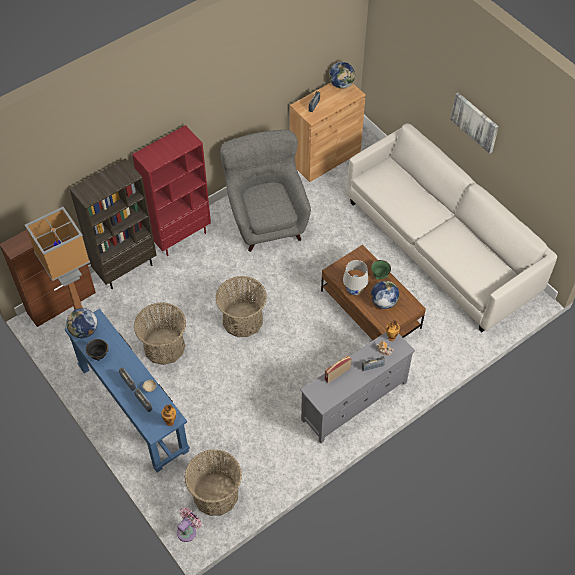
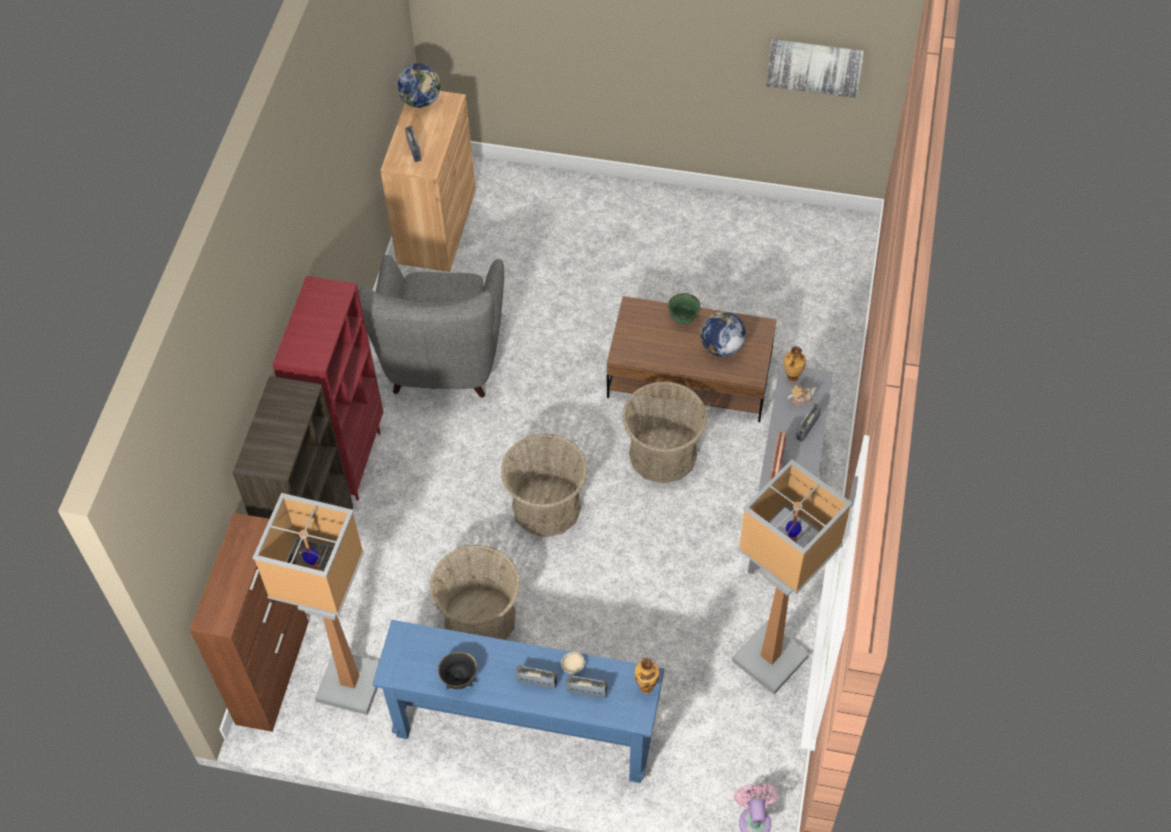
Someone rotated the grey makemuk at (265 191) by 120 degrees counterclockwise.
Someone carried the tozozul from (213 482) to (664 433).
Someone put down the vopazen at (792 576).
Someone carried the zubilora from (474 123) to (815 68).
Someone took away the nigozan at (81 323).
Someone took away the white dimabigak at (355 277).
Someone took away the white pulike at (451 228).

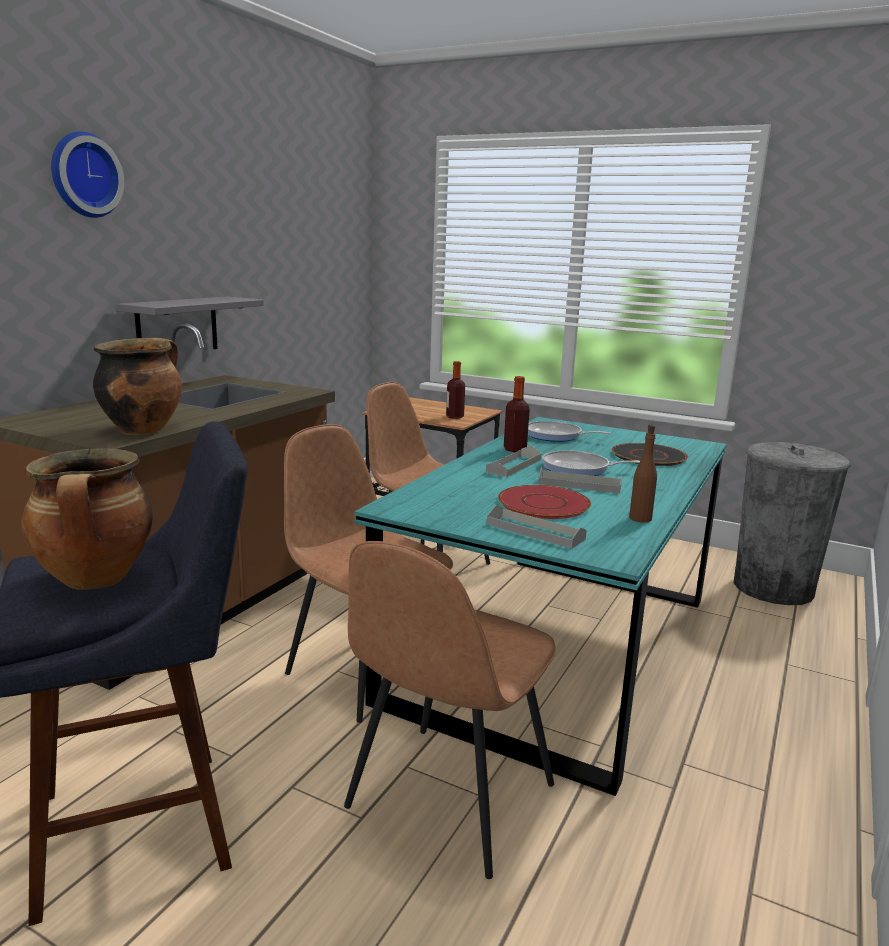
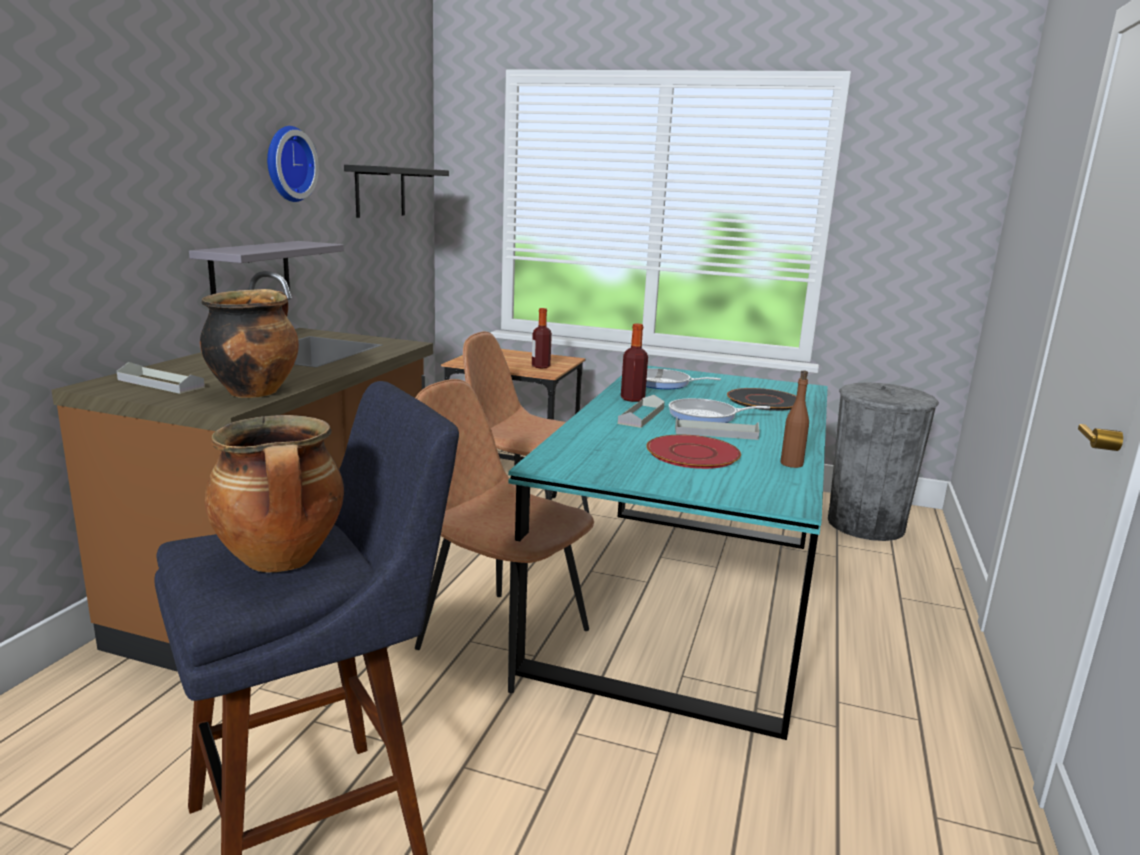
Someone carried the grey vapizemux from (537 527) to (161 378).
Someone carried the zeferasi from (87 174) to (293 164).
Someone put up the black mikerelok at (396 191).
Someone took away the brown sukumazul at (450 710).

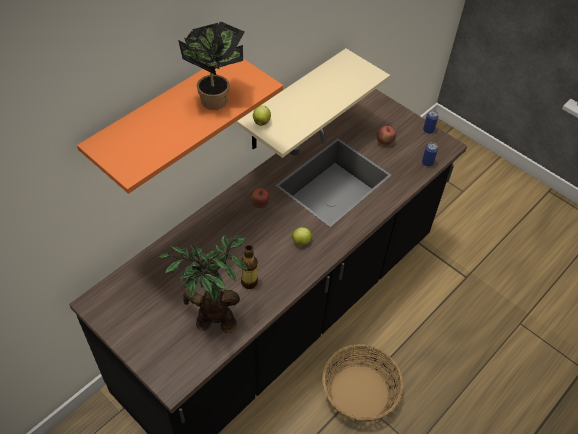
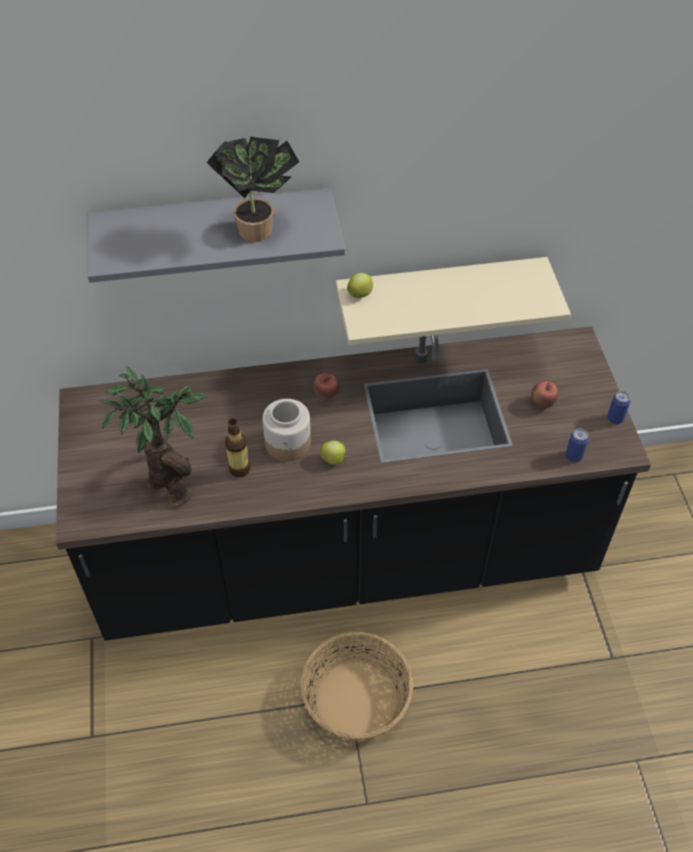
Someone repainted the orange mikerelok at (180 126), which became the grey mikerelok at (216 235).
Someone put down the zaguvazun at (286 430).

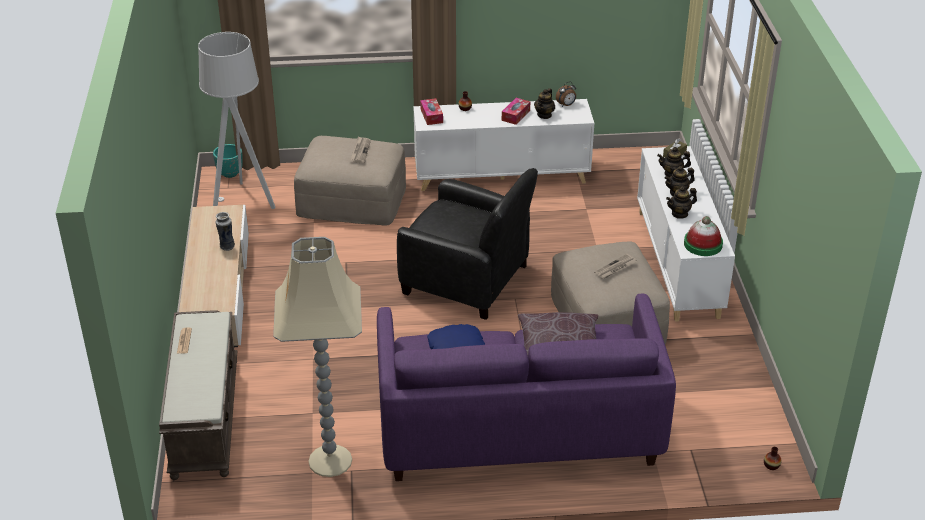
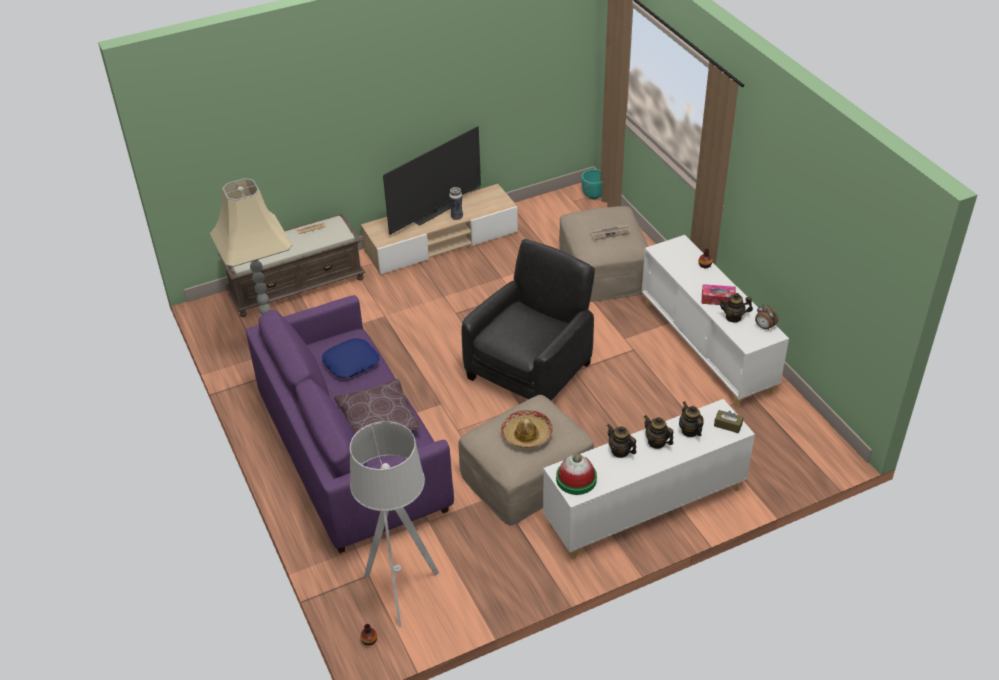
Someone carried the grey vopazen from (236 120) to (394 524).
Someone put down the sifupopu at (432 180).
Someone rotated the black makemuk at (467 244) by 150 degrees counterclockwise.
Someone swapped the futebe at (615 266) for the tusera at (527 429).
Someone took away the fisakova at (431 111).

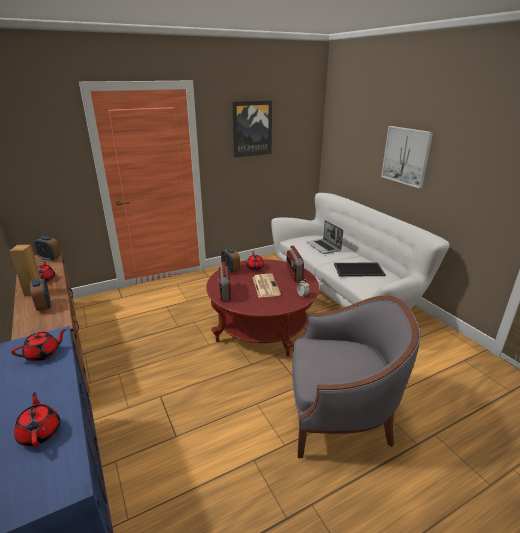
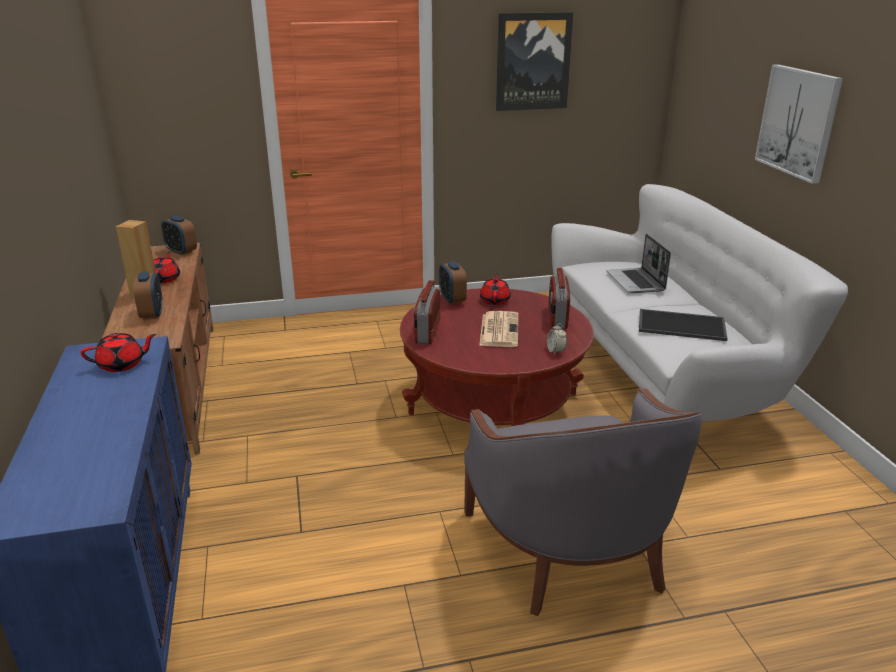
Someone rotated the grey makemuk at (356 376) by 60 degrees clockwise.
Someone took away the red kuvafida at (37 419).

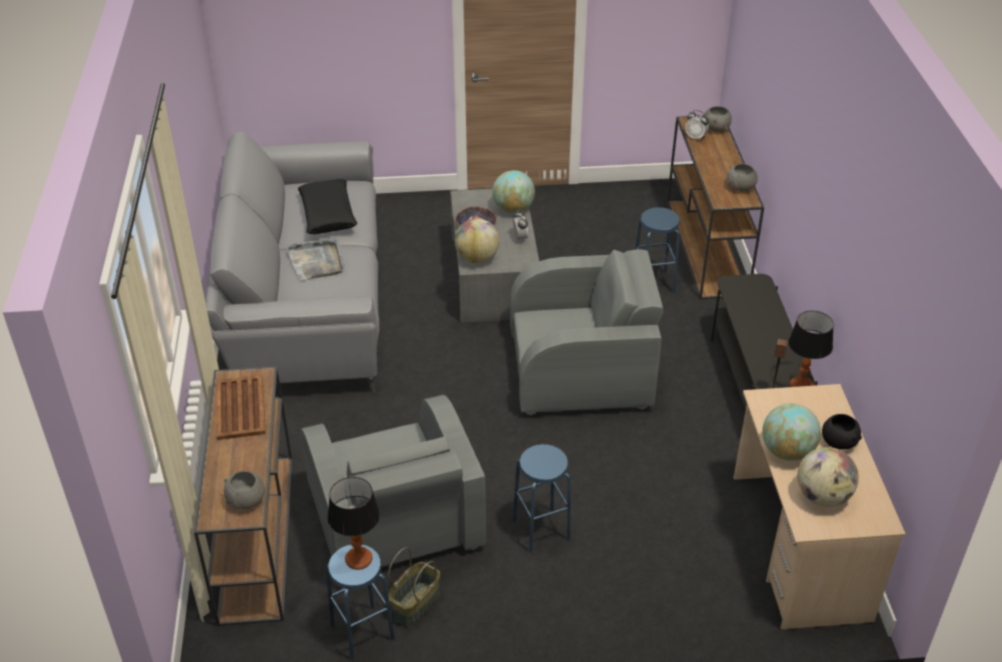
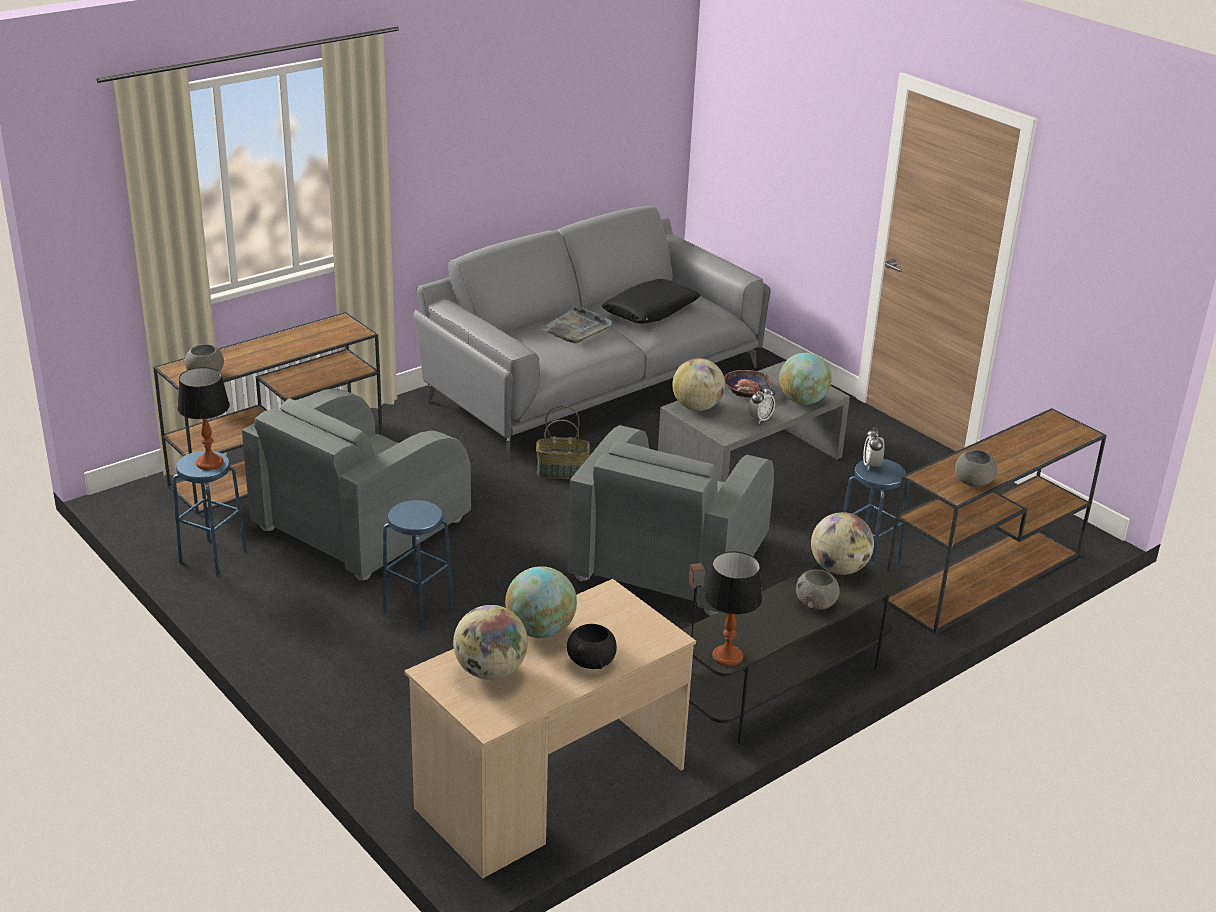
Someone carried the tozozul from (414 587) to (563 442).
Someone rotated the grey makemuk at (587 332) by 60 degrees clockwise.
Someone carried the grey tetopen from (718 119) to (818 589).
Someone put down the nigozan at (842 543).
Someone carried the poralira from (697 125) to (873 448).
Someone took away the brown vapizemux at (241 407).

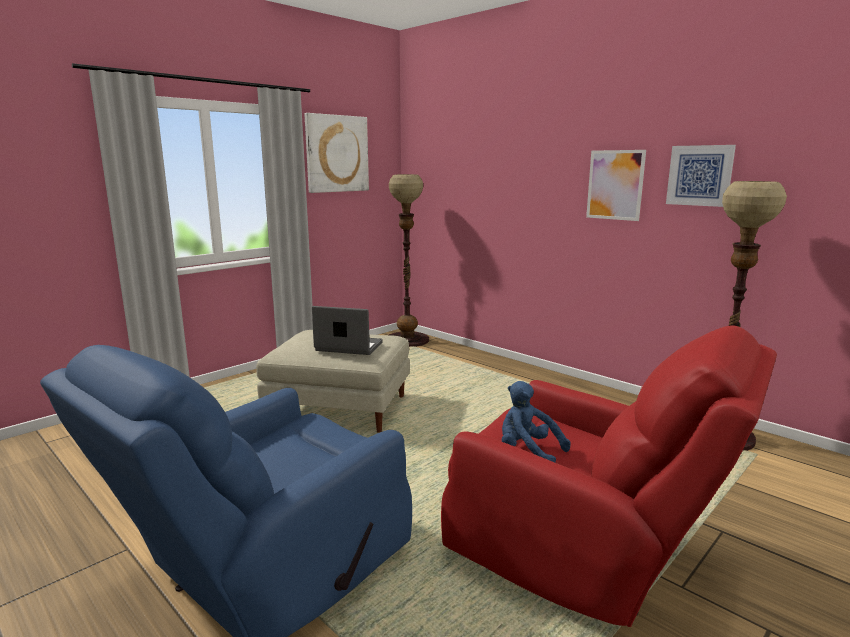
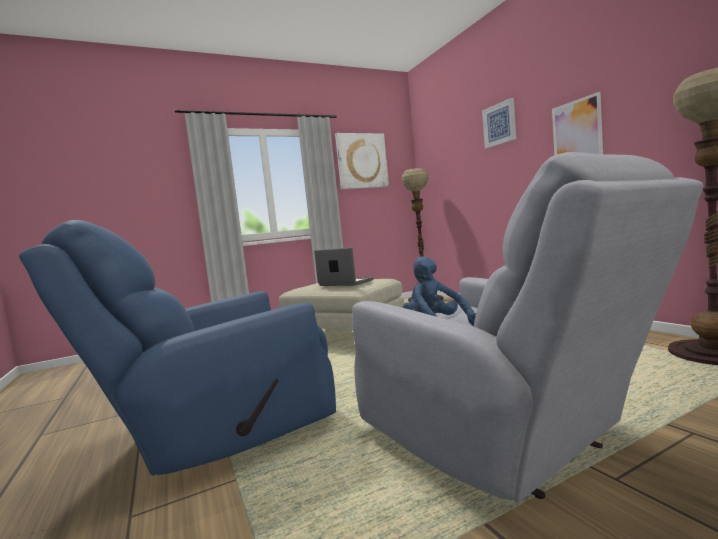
Someone repainted the red makemuk at (609 476), which became the grey makemuk at (528 327).
Someone carried the zubilora from (701 176) to (499 123).

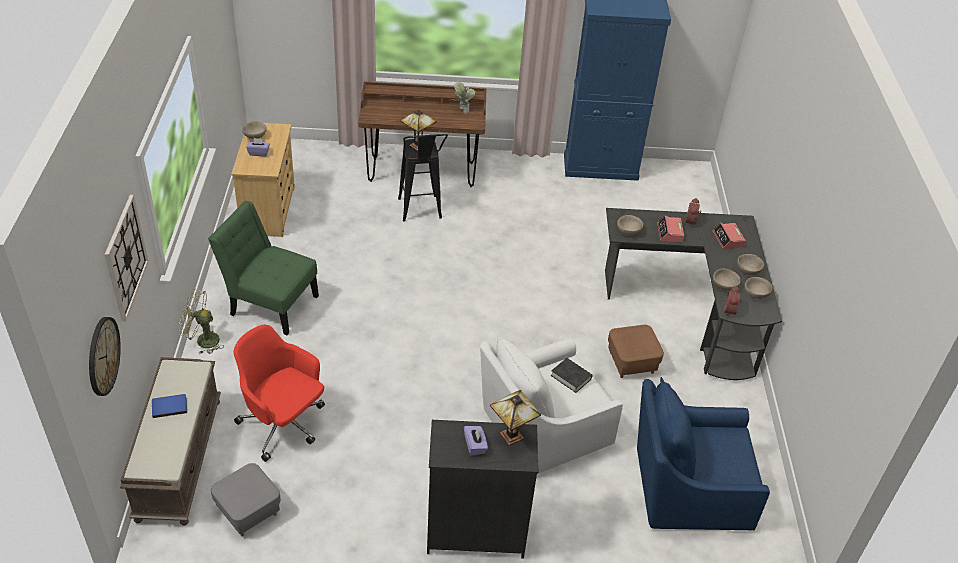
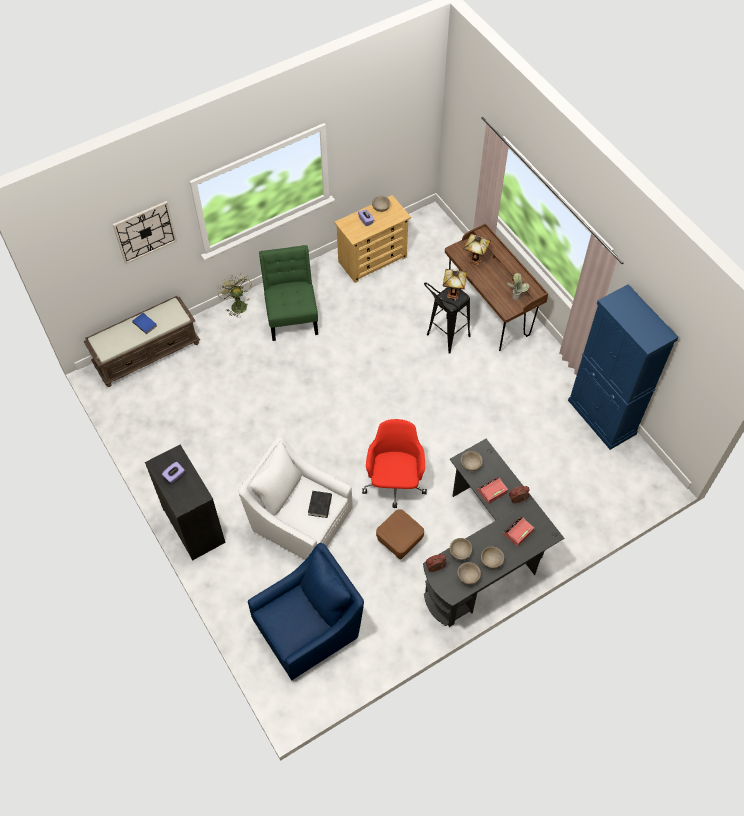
Someone rotated the blue makemuk at (703 453) by 90 degrees clockwise.
Someone carried the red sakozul from (279 393) to (394 463).
Someone carried the dimabigak from (515 417) to (477 250).
Someone took away the zeferasi at (105 356).
Someone took away the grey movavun at (246 499).

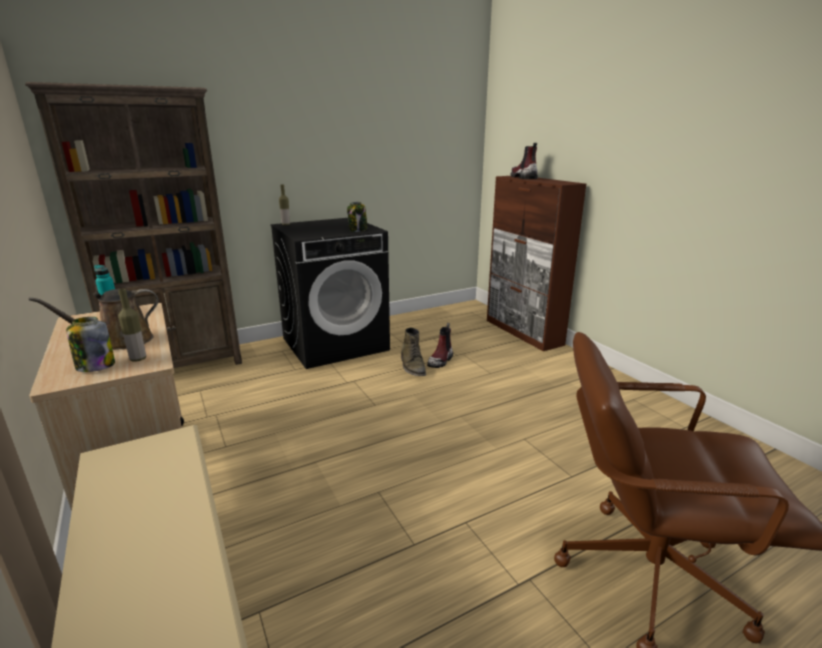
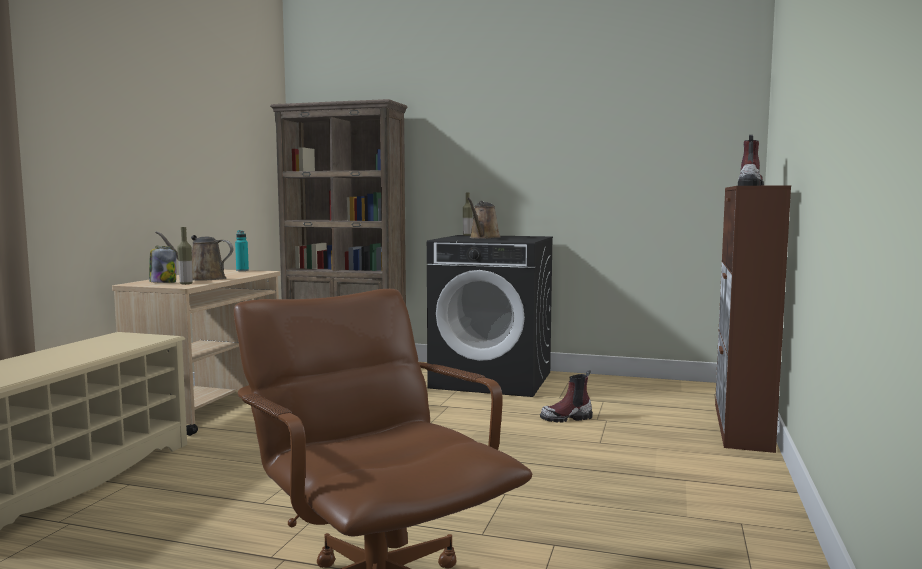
Someone put down the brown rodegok at (484 218).
Someone took away the zaguvazun at (357 217).
Someone took away the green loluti at (413 352).

